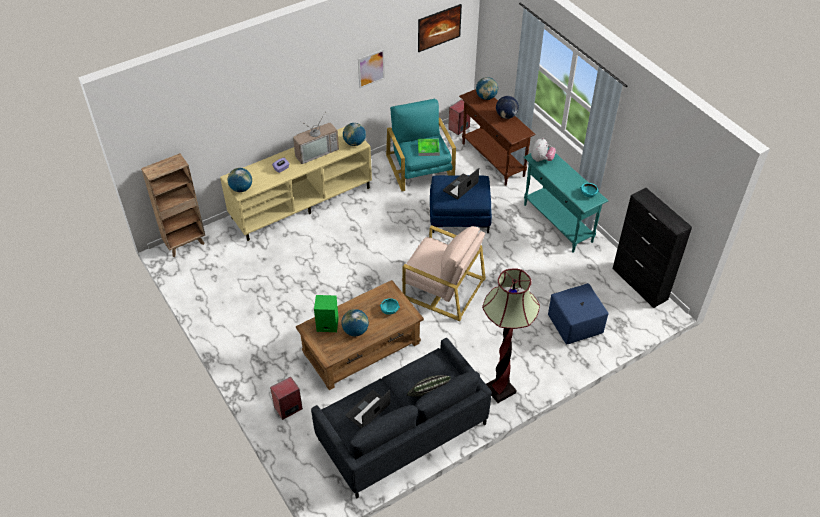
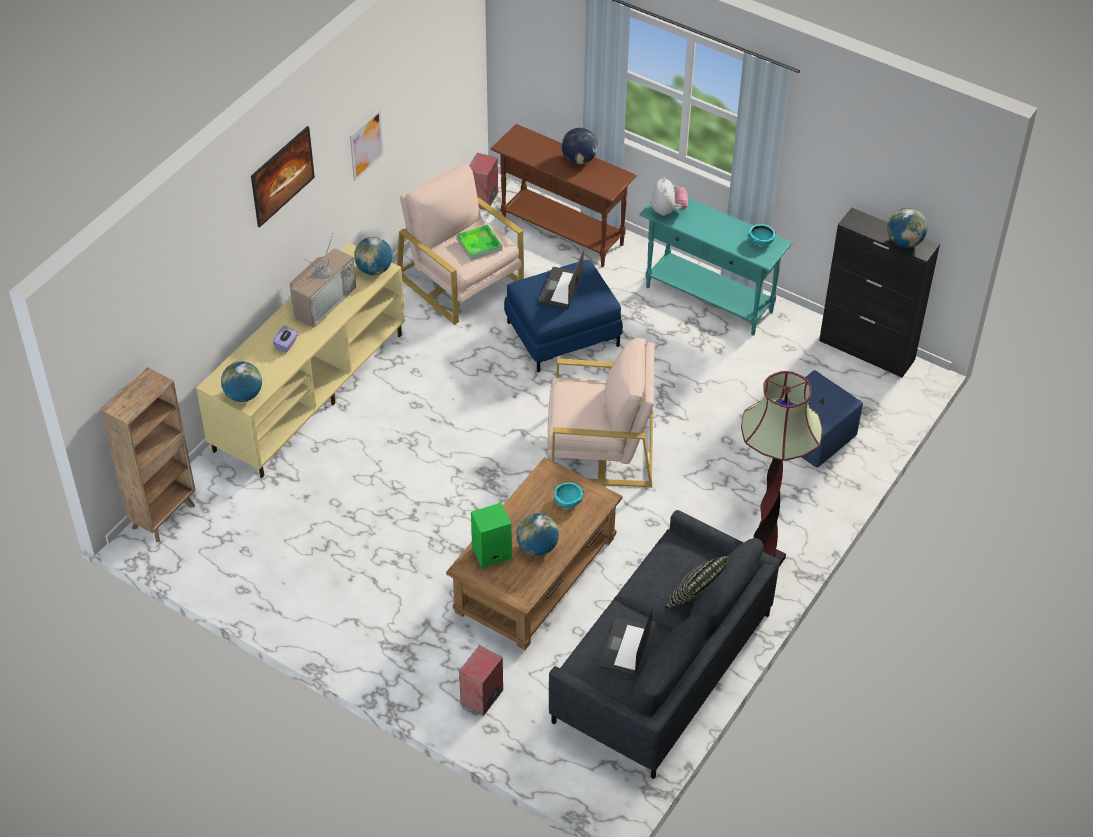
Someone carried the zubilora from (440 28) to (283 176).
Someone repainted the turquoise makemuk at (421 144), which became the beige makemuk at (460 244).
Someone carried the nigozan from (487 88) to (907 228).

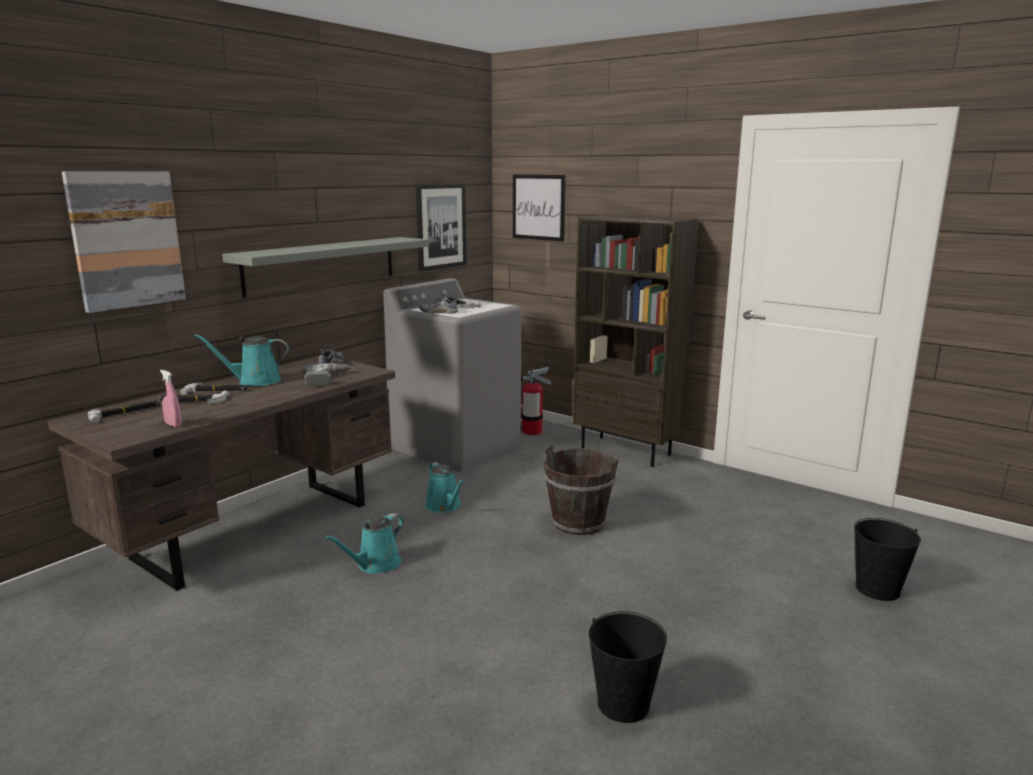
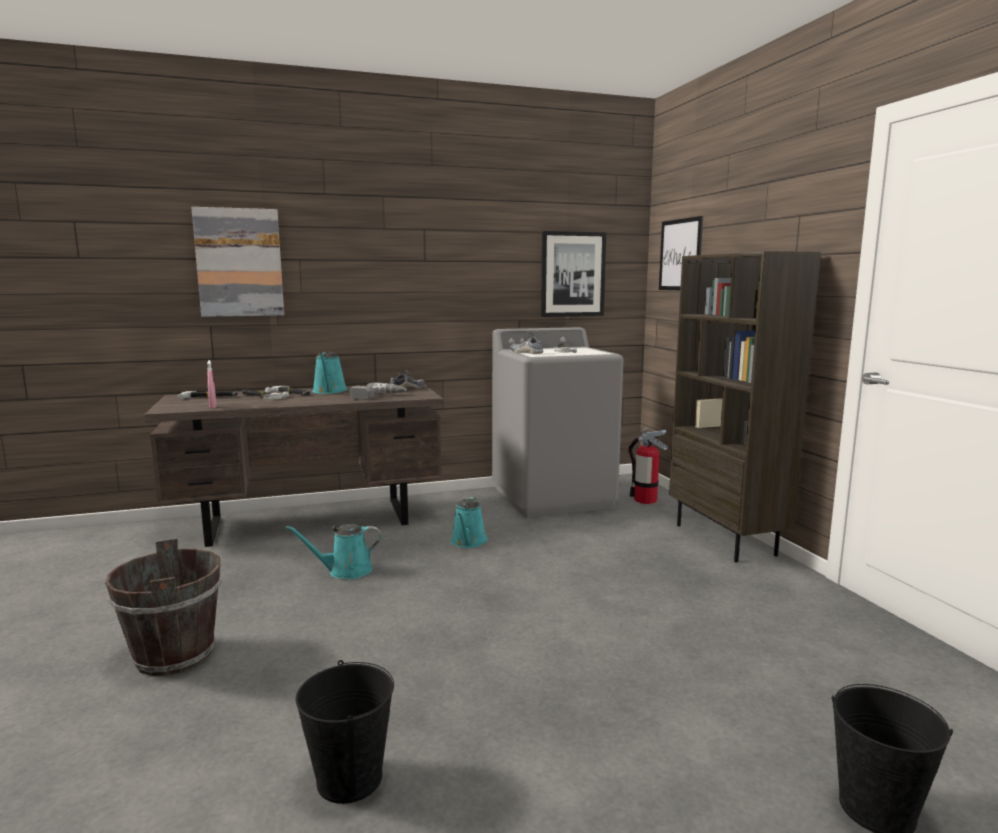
Someone carried the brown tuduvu from (581 490) to (163 607).
Someone rotated the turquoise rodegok at (241 360) by 120 degrees counterclockwise.
Someone took away the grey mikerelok at (325 267).

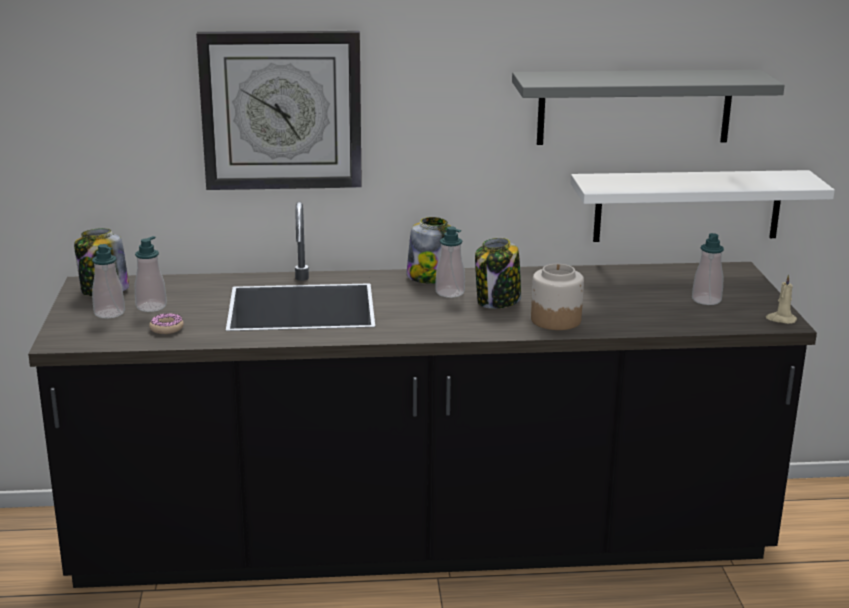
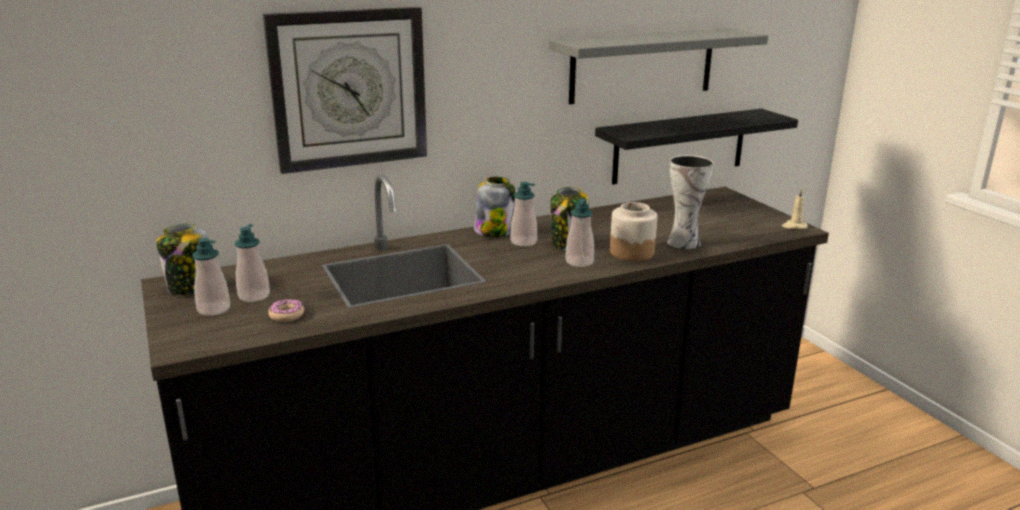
Someone carried the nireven from (708 269) to (579 233).
Someone repainted the white mikerelok at (703 206), which became the black mikerelok at (696 147).
Someone put down the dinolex at (690 202).

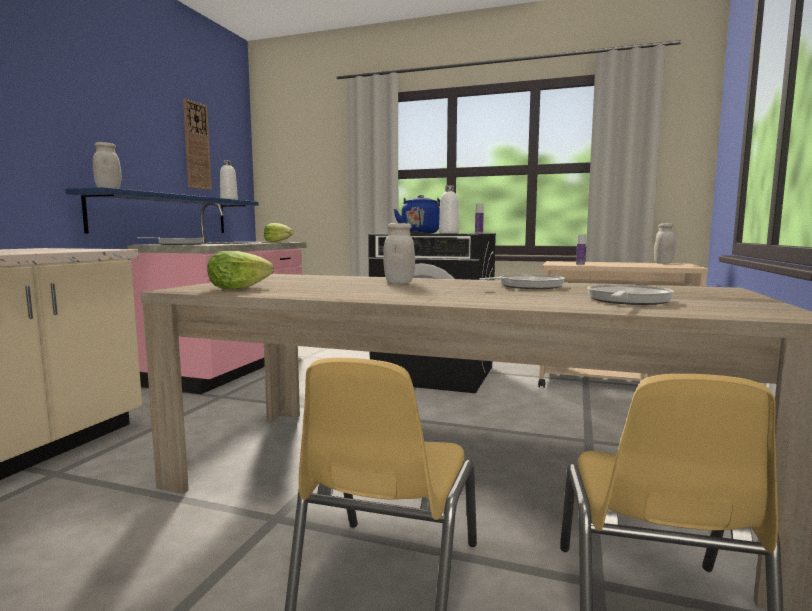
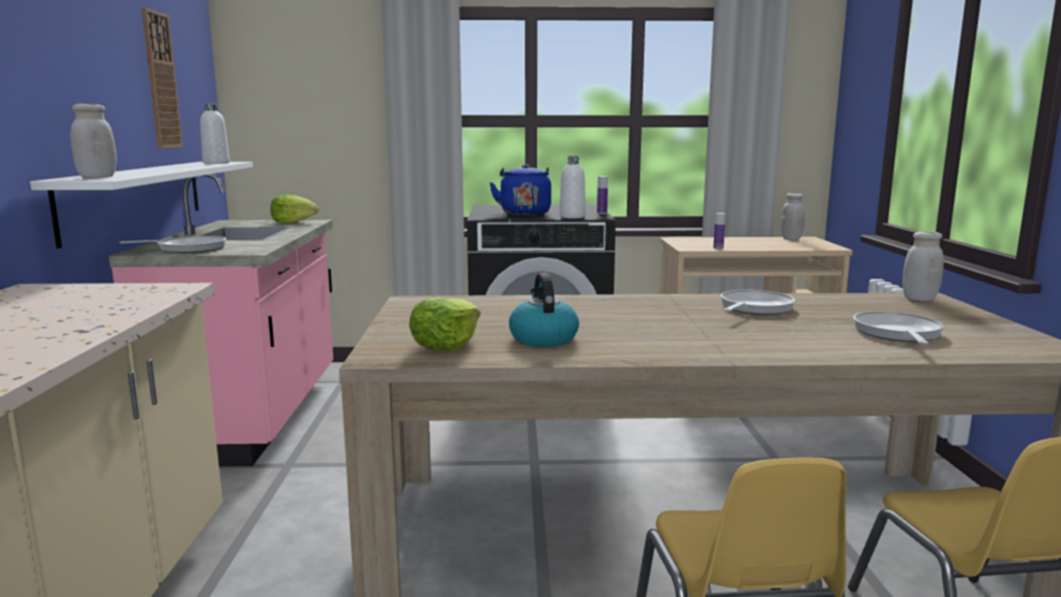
Someone repainted the blue mikerelok at (162 210), which became the white mikerelok at (141 205).
Someone put down the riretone at (544 310).
Someone carried the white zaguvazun from (399 253) to (923 266).

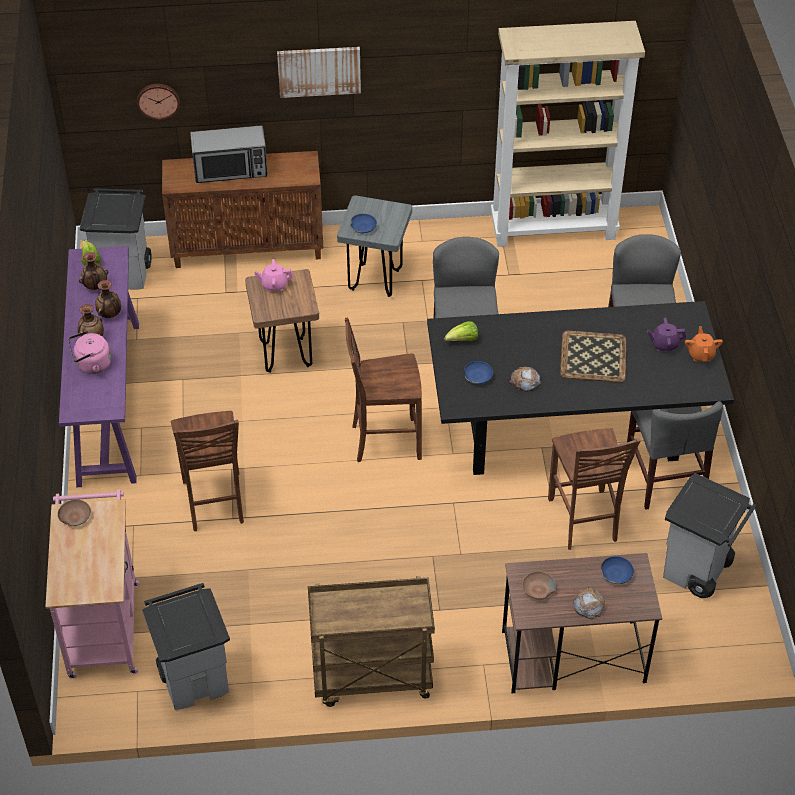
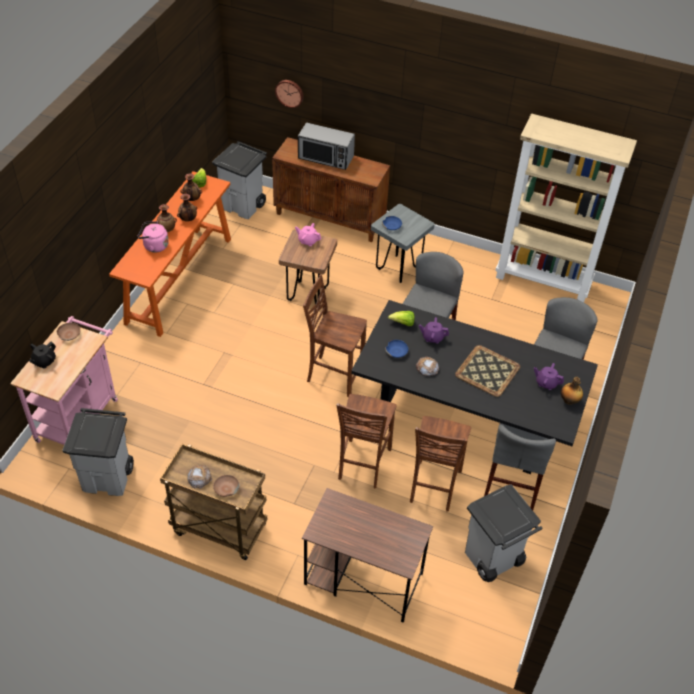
Someone put down the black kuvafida at (42 355).
Someone repainted the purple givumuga at (99 366), which became the orange givumuga at (170 254).
Someone carried the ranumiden from (589 603) to (199 477).
Someone carried the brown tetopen from (539 585) to (226 486).
Someone carried the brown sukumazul from (207 471) to (366 441).
Someone put down the purple kuvafida at (434 330).
Someone swapped the orange kuvafida at (704 343) for the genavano at (572 391).
Someone took away the zubilora at (319 72).
Someone took away the blue tetopen at (617 570).

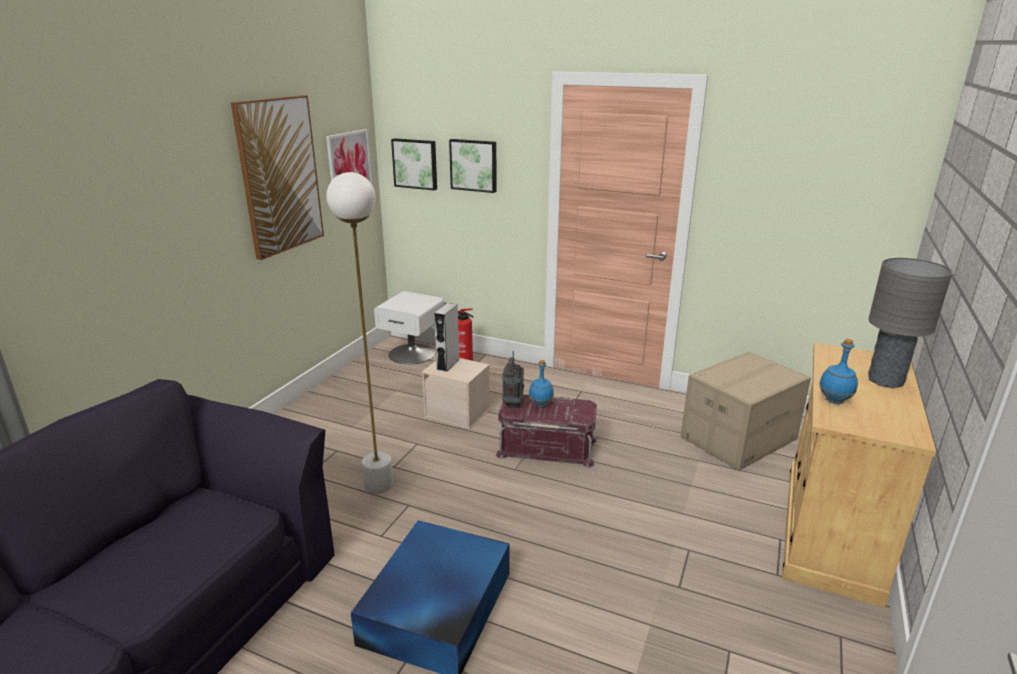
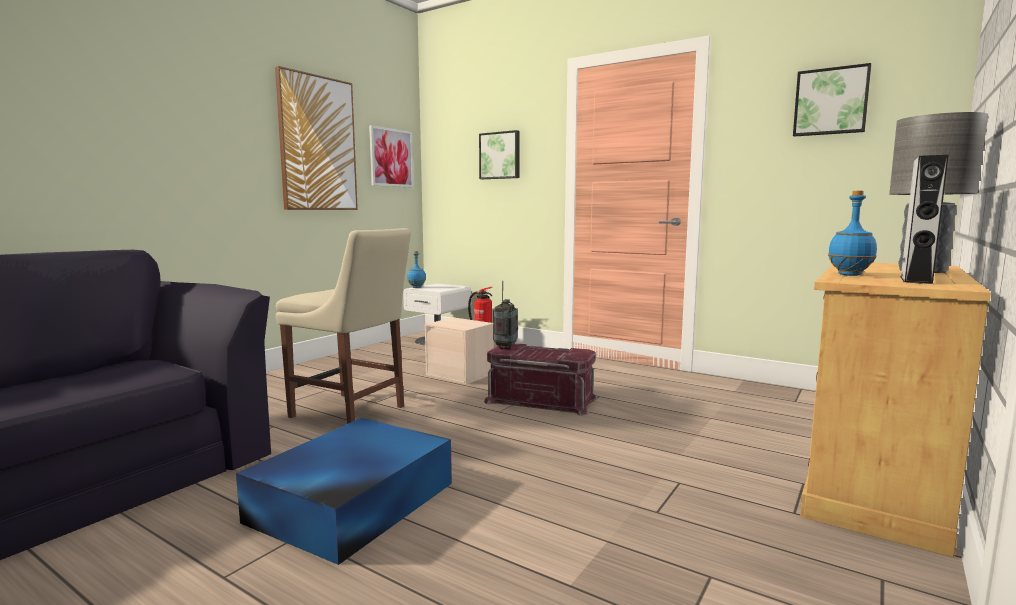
Someone swapped the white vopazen at (359 333) for the beige sukumazul at (343 326).
Someone carried the blue genavano from (541 383) to (416 269).
Someone carried the zubilora from (414 164) to (832 100).
Someone carried the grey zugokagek from (447 337) to (924 219).
Someone took away the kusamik at (746 411).

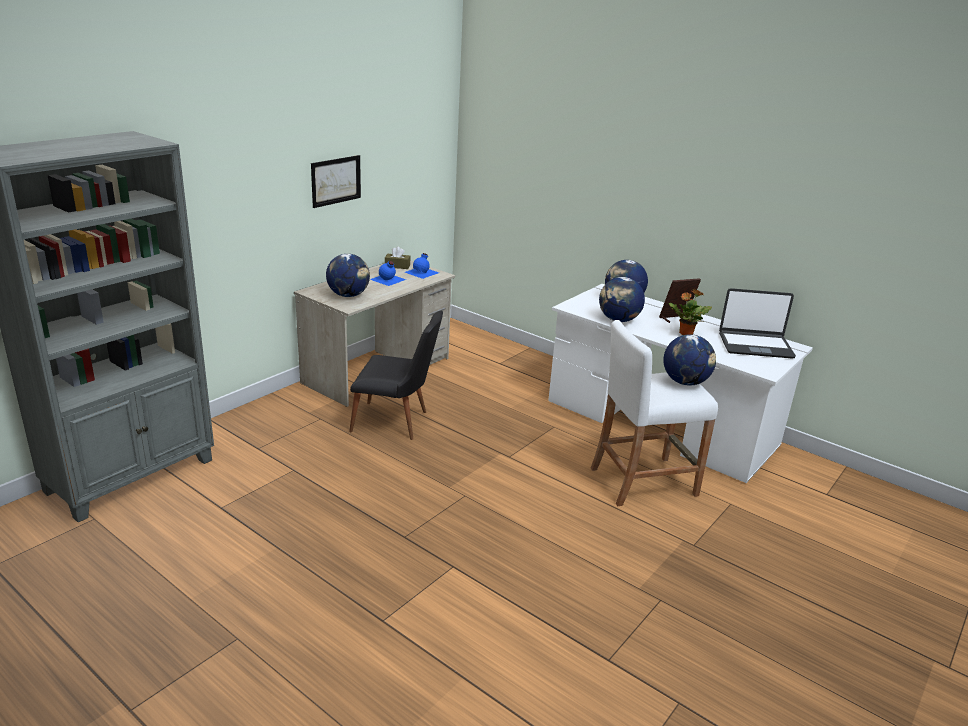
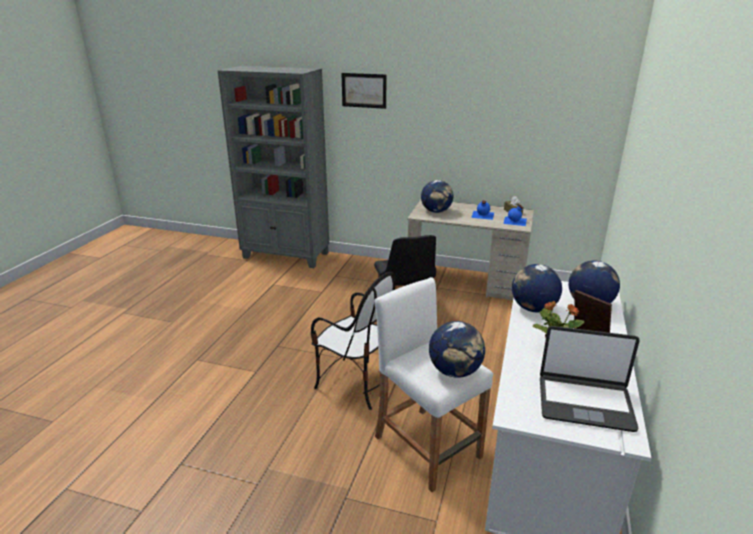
Someone put down the sukumazul at (353 341).
Someone carried the zubilora from (336 181) to (363 91).
Someone rotated the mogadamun at (757 323) by 60 degrees counterclockwise.

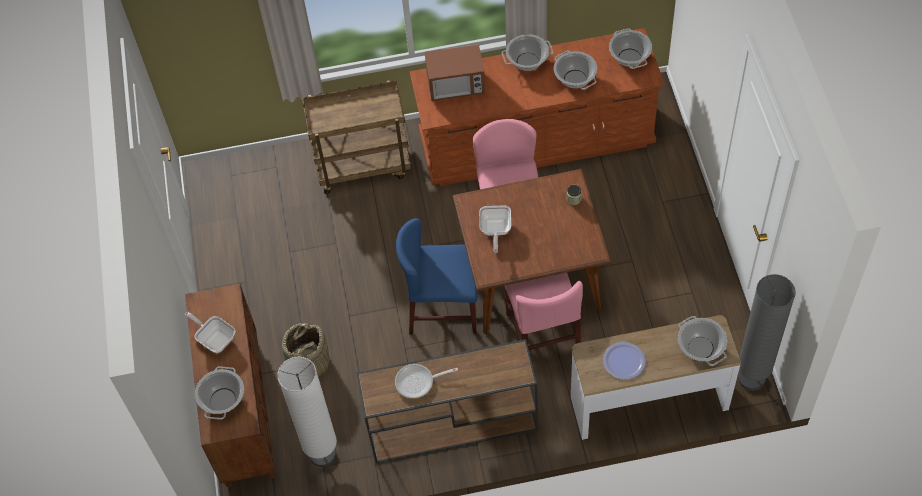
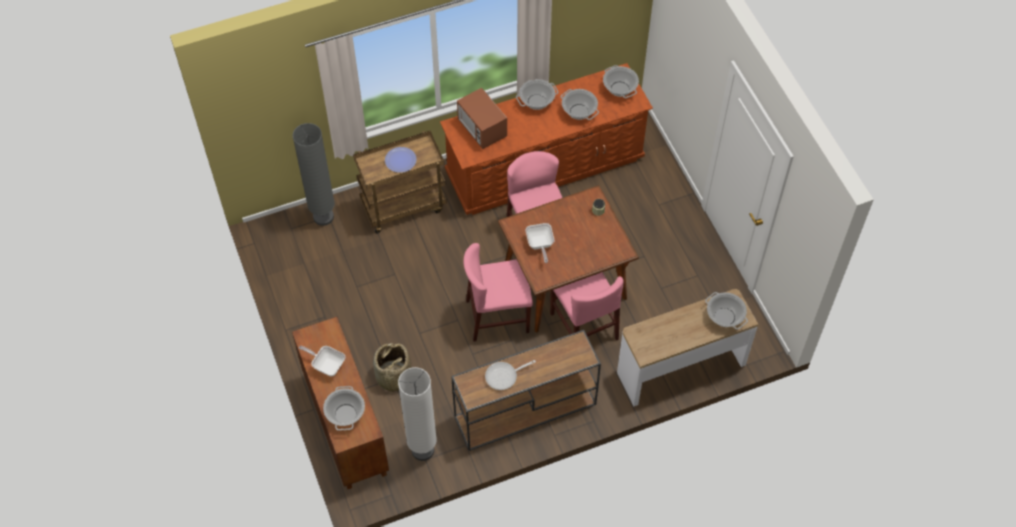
Someone carried the grey vopazen from (767 332) to (313 174).
Someone carried the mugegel from (624 361) to (401 160).
Someone rotated the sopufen at (455 72) by 75 degrees clockwise.
Someone repainted the blue sukumazul at (436 276), which became the pink sukumazul at (498 292).

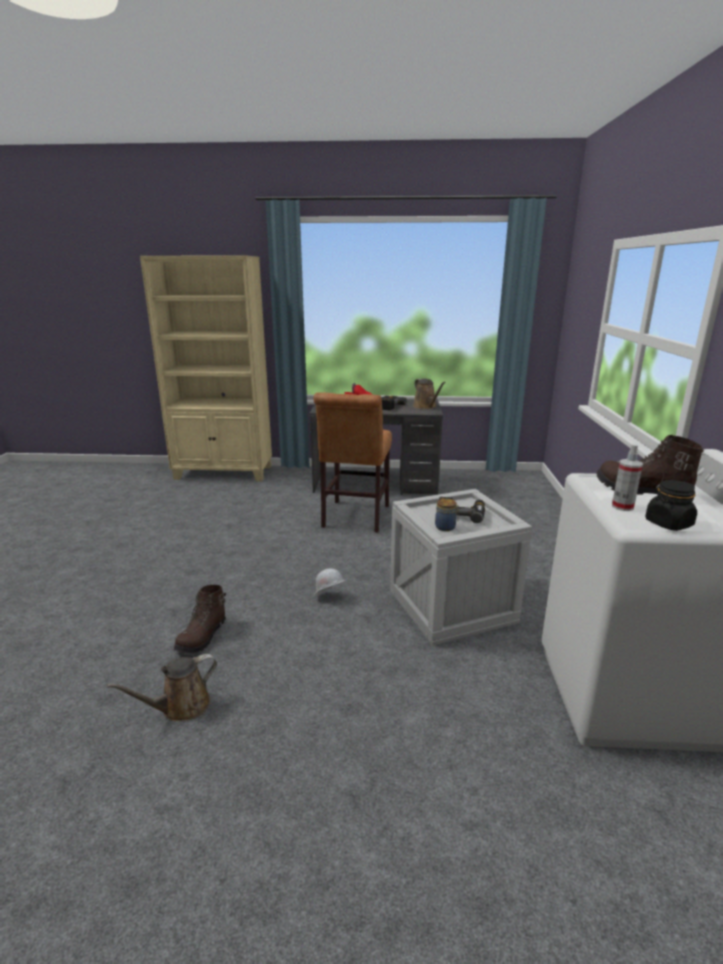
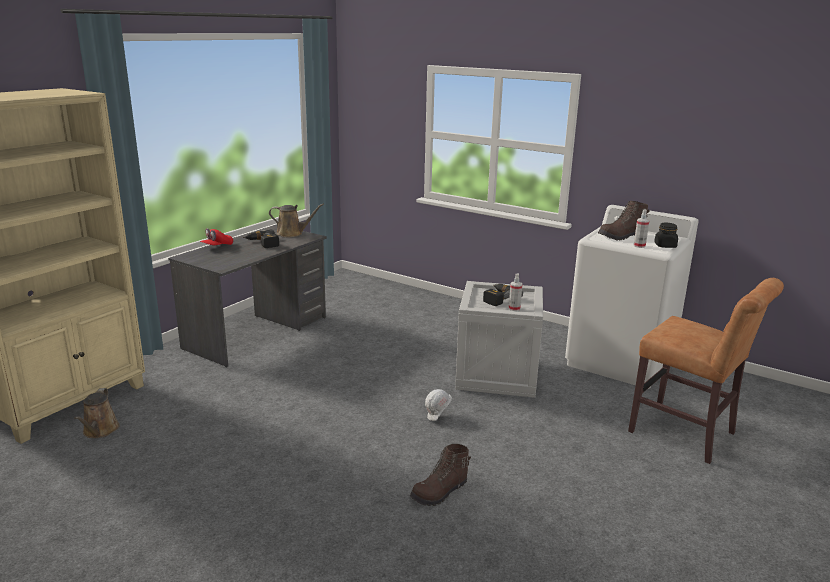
Someone carried the brown rodegok from (162 687) to (97 413).
Someone rotated the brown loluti at (200 619) by 90 degrees clockwise.
Someone swapped the zaguvazun at (447 515) for the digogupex at (515 292).
Someone carried the brown sukumazul from (353 462) to (706 371).

